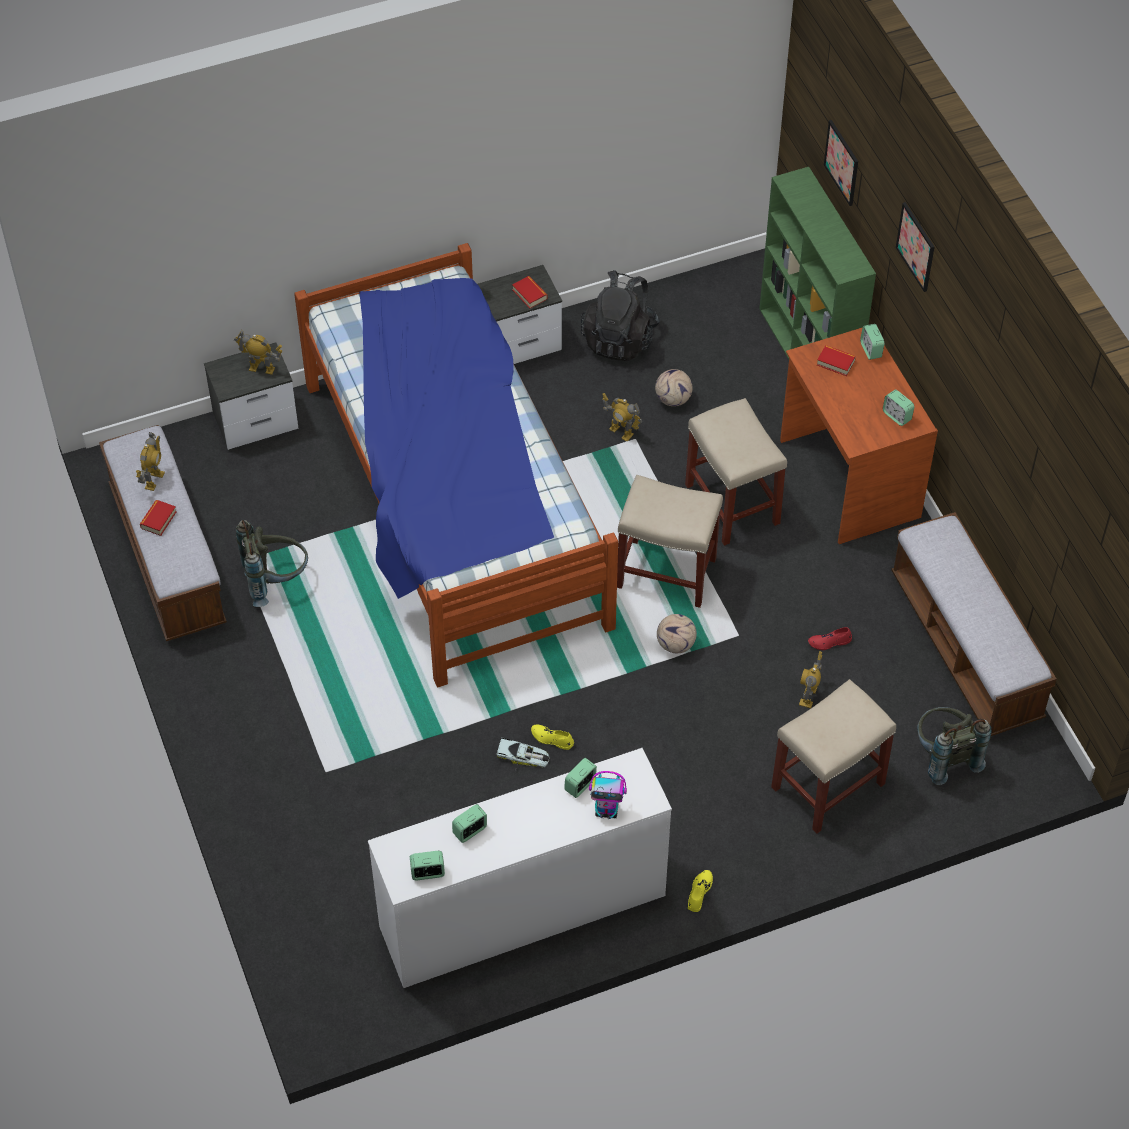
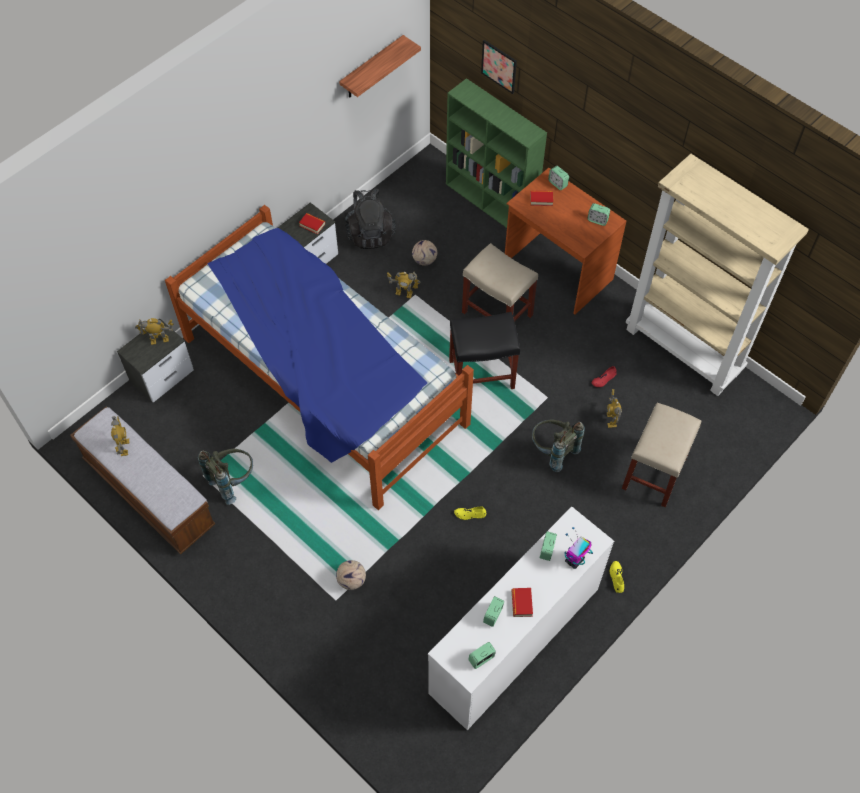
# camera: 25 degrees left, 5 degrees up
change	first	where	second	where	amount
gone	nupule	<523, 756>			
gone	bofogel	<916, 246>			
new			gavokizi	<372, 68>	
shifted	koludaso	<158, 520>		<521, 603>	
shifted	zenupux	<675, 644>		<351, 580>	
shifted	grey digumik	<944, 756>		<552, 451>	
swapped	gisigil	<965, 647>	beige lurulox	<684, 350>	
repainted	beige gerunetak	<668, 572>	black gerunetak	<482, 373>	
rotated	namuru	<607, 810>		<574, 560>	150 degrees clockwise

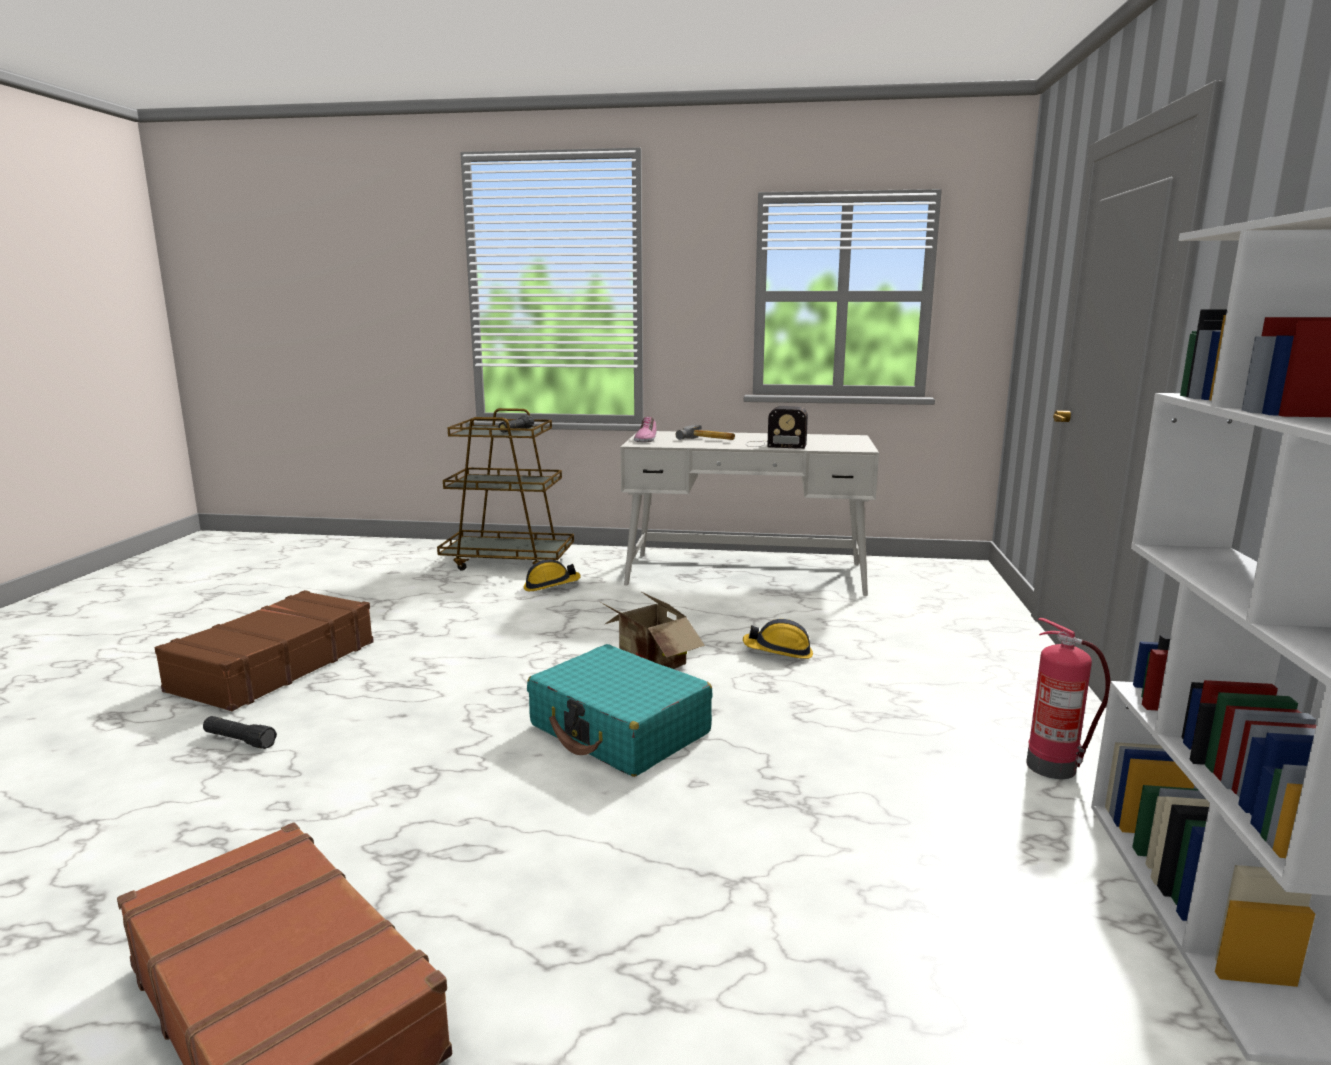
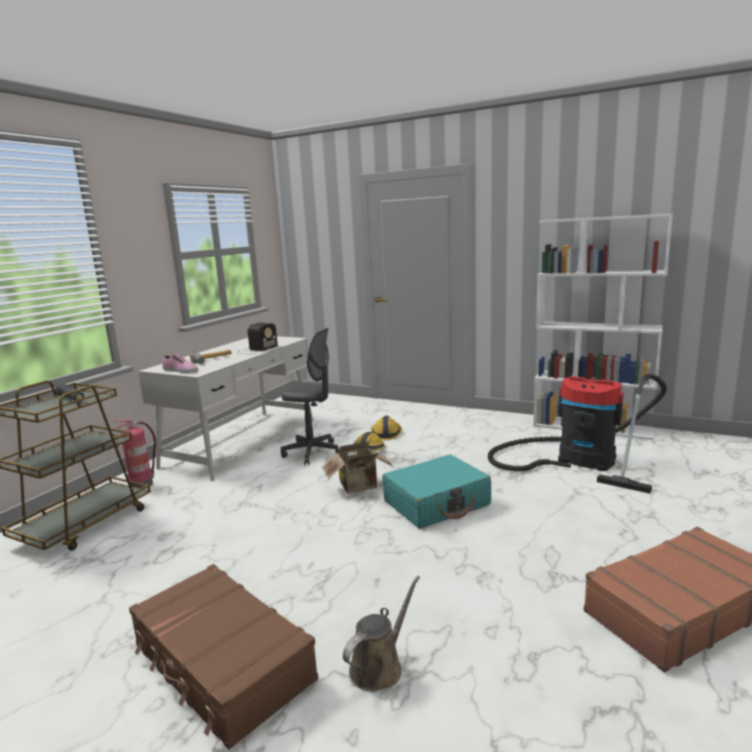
# camera: 70 degrees left, 0 degrees up
change	first	where	second	where	amount
new			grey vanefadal	<312, 452>	
new			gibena	<579, 459>	
shifted	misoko	<551, 586>		<386, 433>	
shifted	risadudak	<1054, 767>		<142, 484>	
swapped	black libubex	<239, 740>	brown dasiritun	<379, 666>	

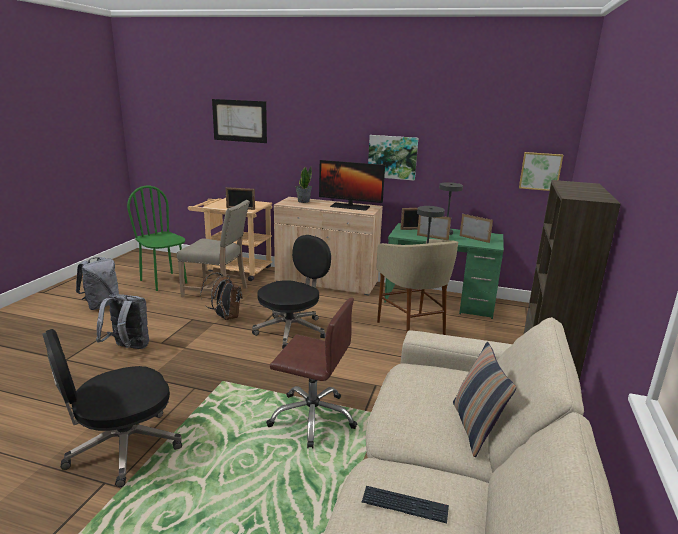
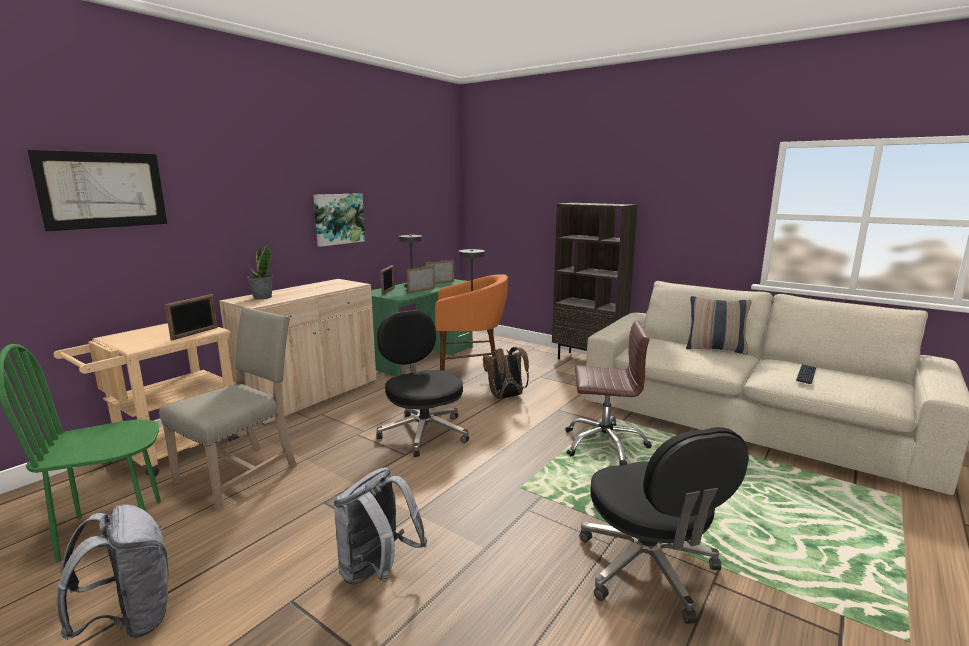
# camera: 70 degrees left, 5 degrees down
change	first	where	second	where	amount
gone	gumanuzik	<350, 206>			
gone	bofogel	<540, 171>			
shifted	brown digumik	<225, 317>		<506, 397>	
repainted	beige gerunetak	<412, 330>	orange gerunetak	<470, 378>	
rotated	brown vanefadal	<312, 417>		<604, 444>	60 degrees clockwise

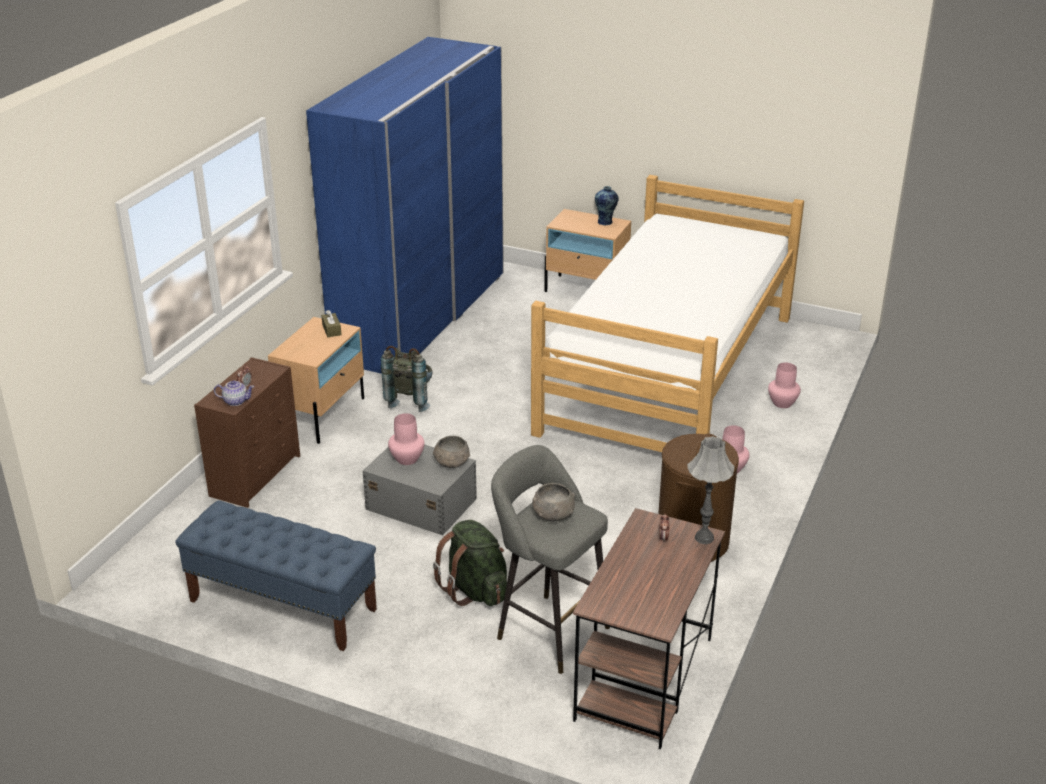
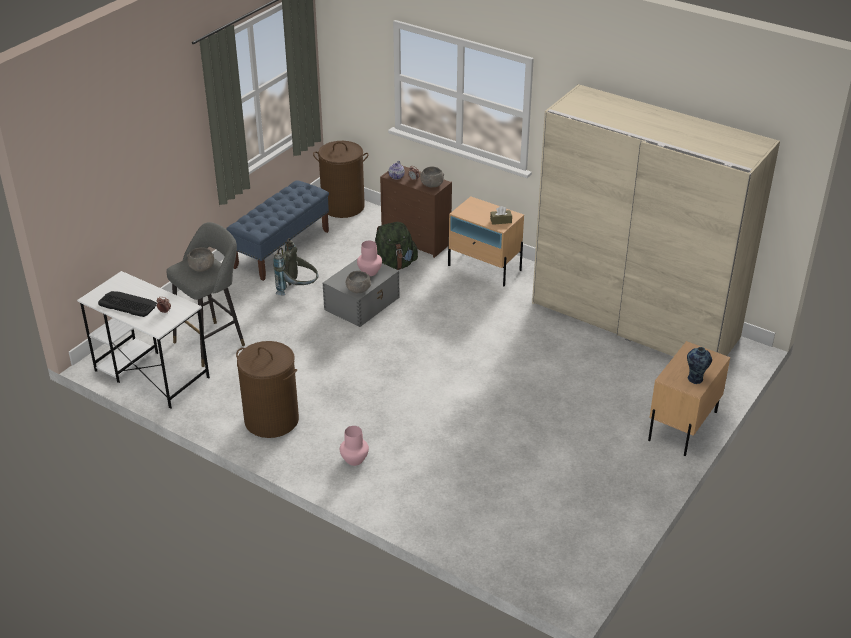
# camera: 100 degrees right, 5 degrees up
change	first	where	second	where	amount
gone	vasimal	<670, 373>			
gone	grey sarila	<704, 538>			
gone	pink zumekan	<782, 403>			
new			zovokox	<127, 304>	
new			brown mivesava	<343, 206>	
new			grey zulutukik	<432, 184>	
shifted	grey digumik	<410, 399>		<298, 290>	
shifted	green digumik	<475, 590>		<393, 266>	
repainted	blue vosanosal	<420, 316>	beige vosanosal	<634, 320>	
repainted	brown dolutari	<644, 679>	white dolutari	<151, 374>	

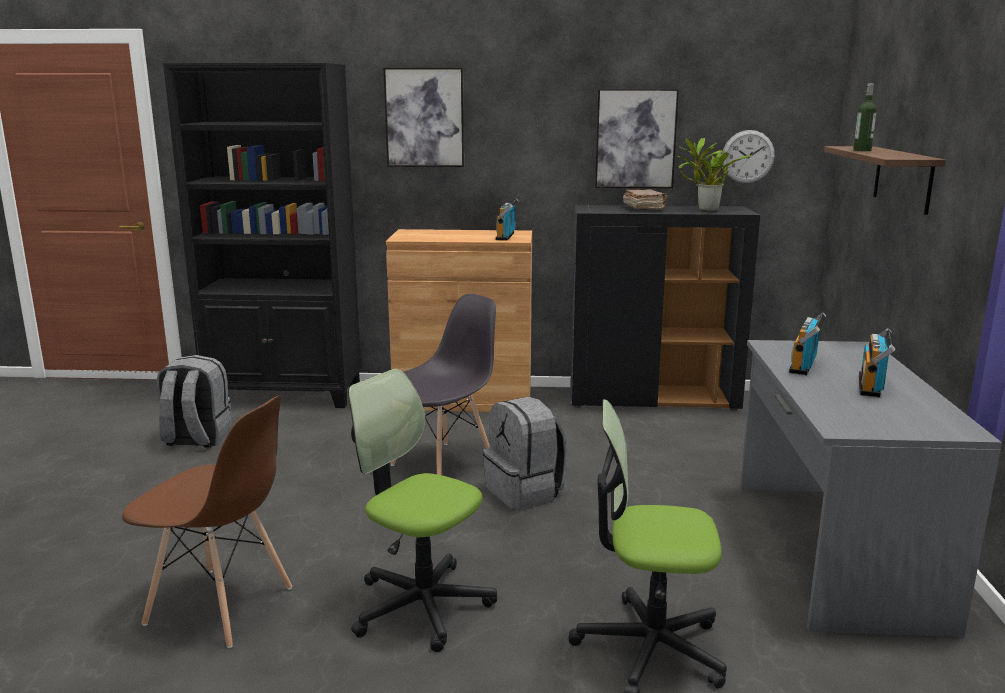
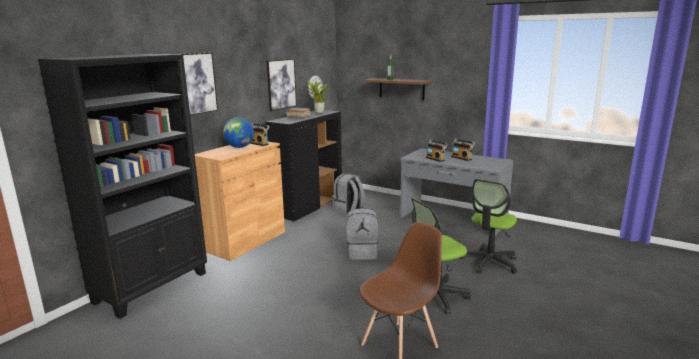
# camera: 60 degrees left, 0 degrees up
change	first	where	second	where	amount
gone	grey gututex	<444, 464>			
new			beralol	<239, 147>	
shifted	grey digumik	<197, 439>		<348, 210>	

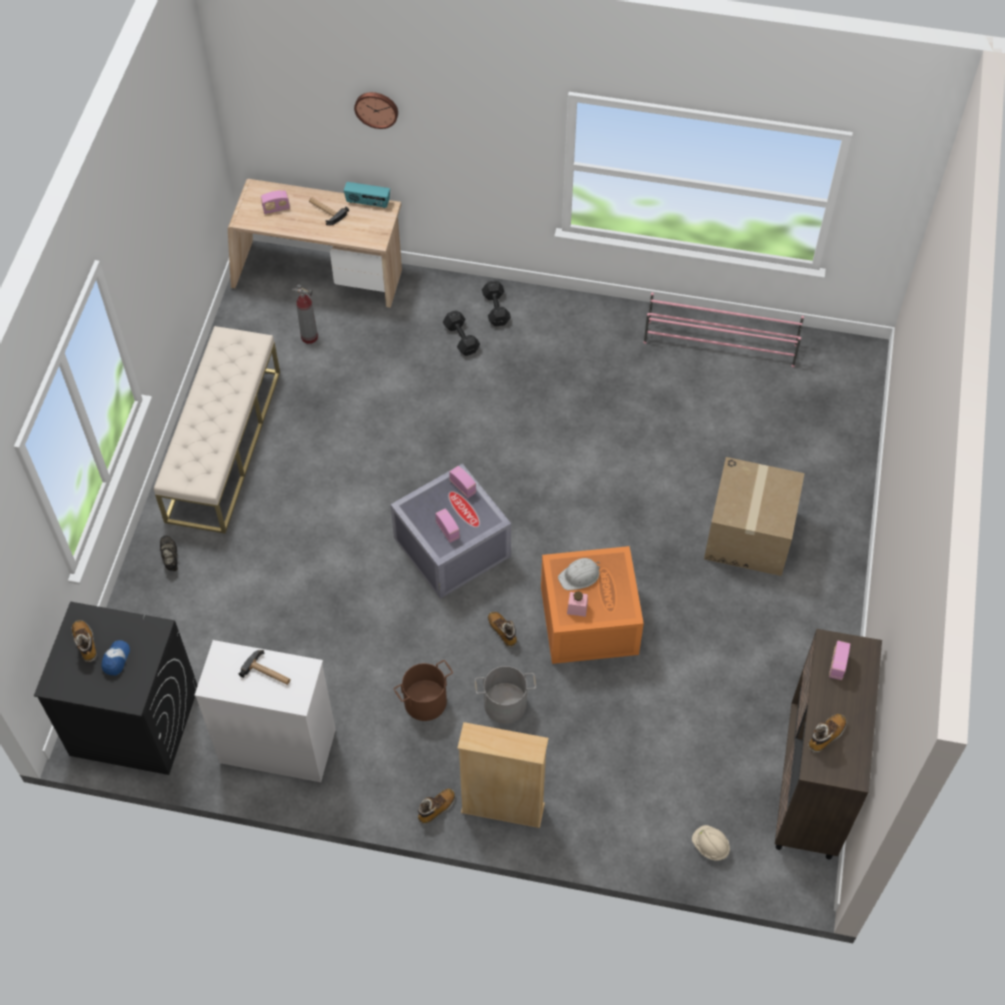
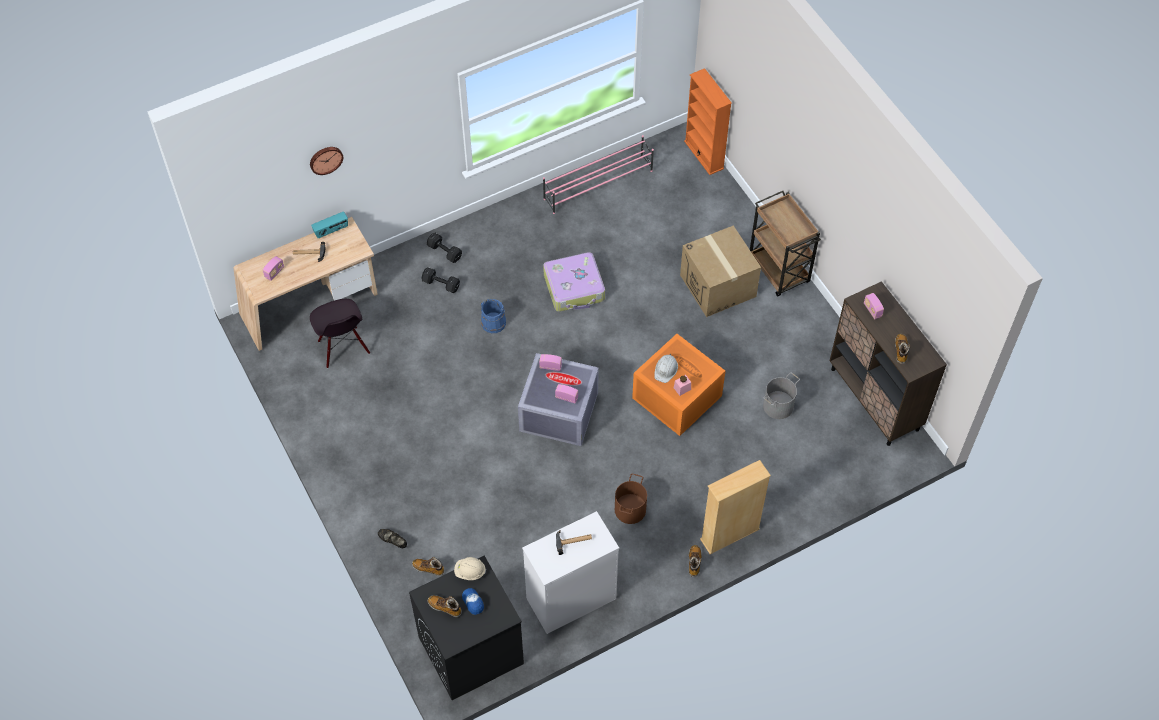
# camera: 40 degrees left, 0 degrees up
change	first	where	second	where	amount
gone	beige gisigil	<223, 445>			
new			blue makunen	<493, 323>	
new			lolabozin	<574, 288>	
new			orange lurulox	<704, 155>	
new			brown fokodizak	<779, 270>	
shifted	grey makunen	<505, 703>		<777, 405>	
shifted	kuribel	<502, 631>		<428, 568>	
shifted	beige misoko	<710, 846>		<470, 572>	
swapped	risadudak	<309, 337>	black gututex	<343, 347>	

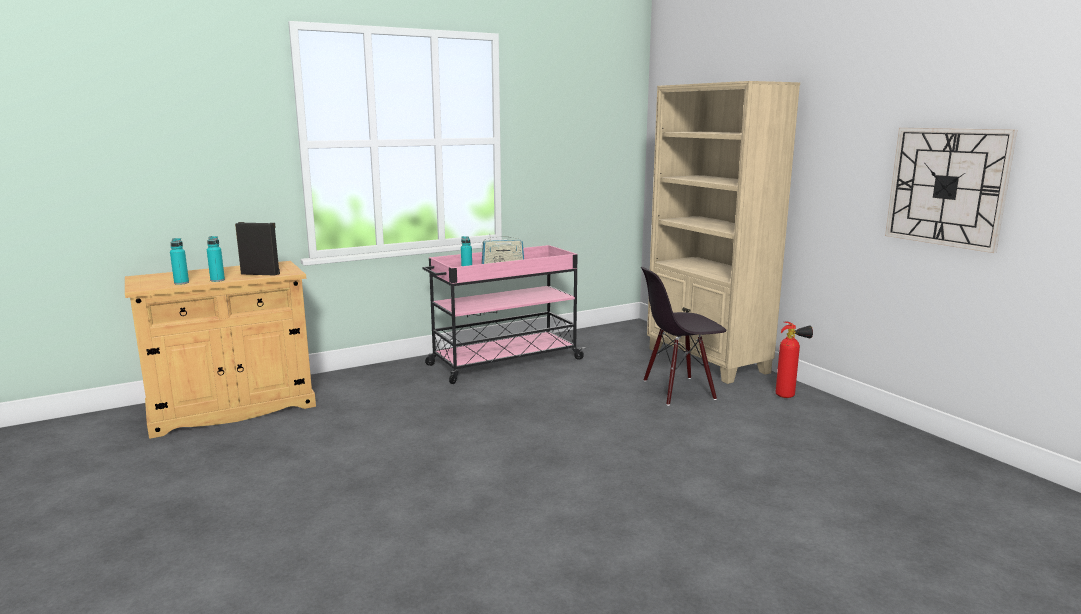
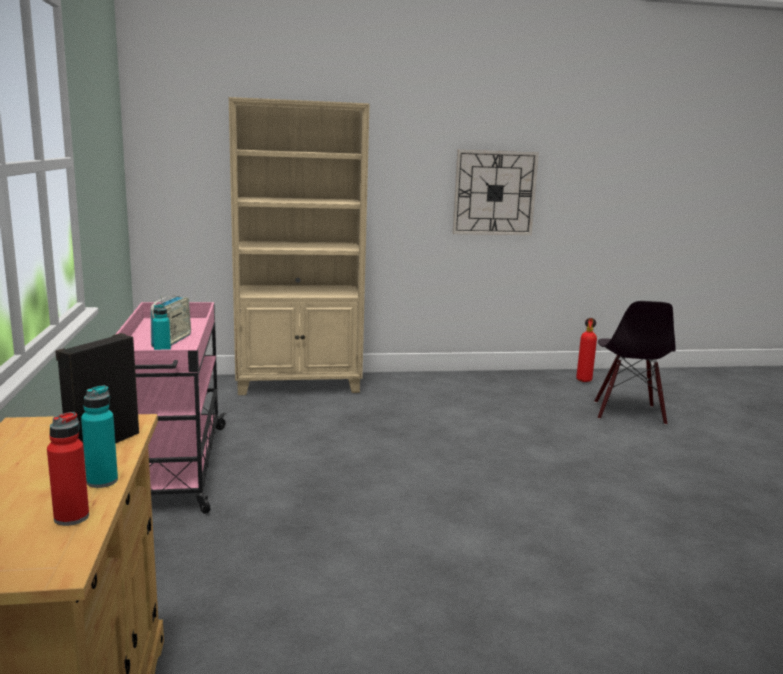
# camera: 70 degrees left, 0 degrees up
change	first	where	second	where	amount
shifted	black gututex	<678, 390>		<627, 413>	
shifted	risadudak	<789, 396>		<584, 380>	
repainted	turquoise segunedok	<181, 283>	red segunedok	<71, 517>	

